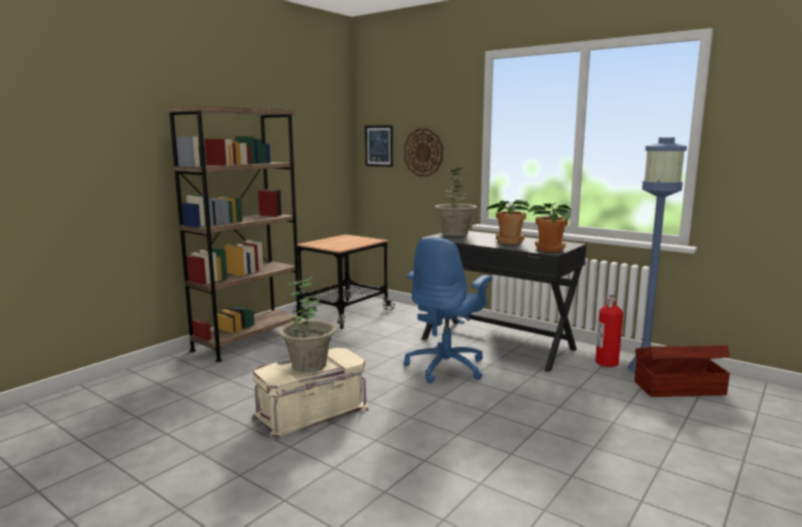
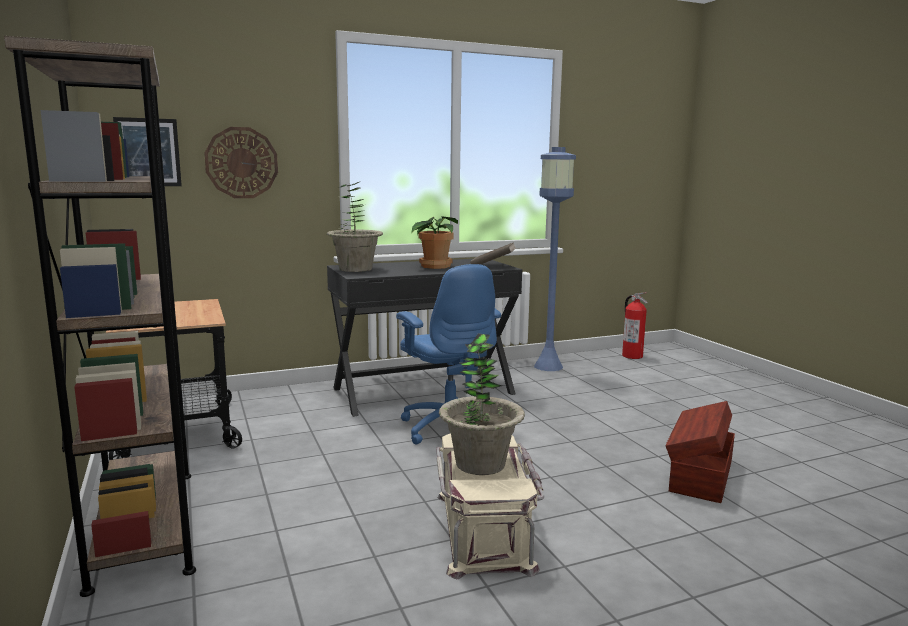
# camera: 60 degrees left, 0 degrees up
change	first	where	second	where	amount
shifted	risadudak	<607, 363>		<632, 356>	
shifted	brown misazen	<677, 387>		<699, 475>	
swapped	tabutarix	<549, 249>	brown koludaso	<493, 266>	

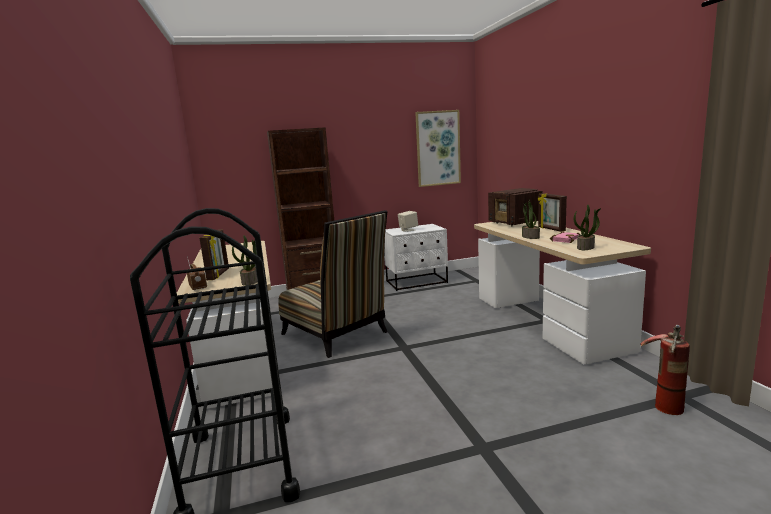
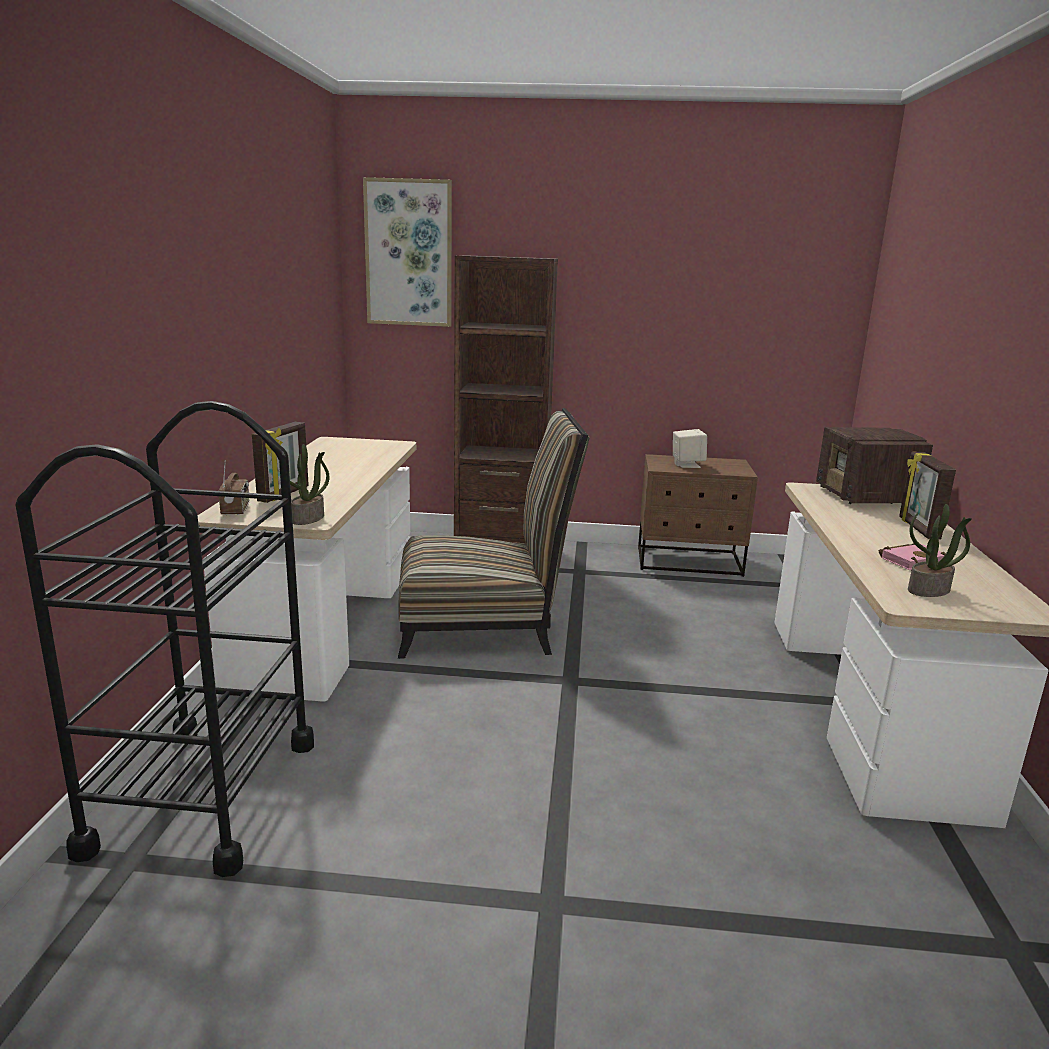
# camera: 20 degrees right, 5 degrees up
change	first	where	second	where	amount
gone	tabutarix	<530, 237>			
gone	risadudak	<664, 402>			
shifted	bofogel	<438, 148>		<409, 253>	
repainted	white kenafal	<417, 282>	brown kenafal	<689, 562>	
rotated	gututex	<337, 335>		<485, 627>	75 degrees counterclockwise

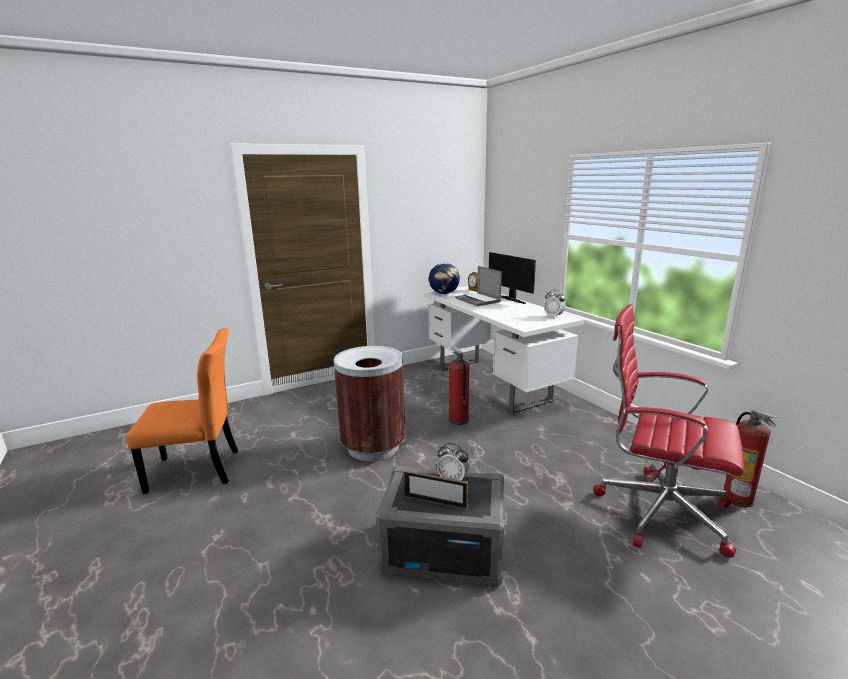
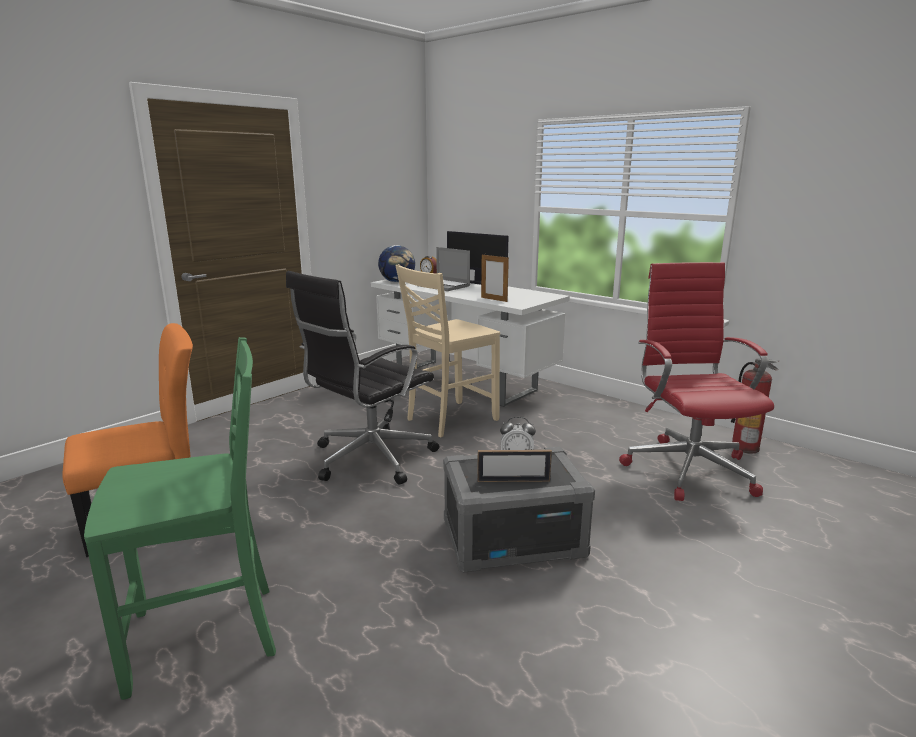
# camera: 20 degrees left, 0 degrees up
change	first	where	second	where	amount
gone	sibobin	<553, 316>			
new			green gututex	<207, 636>	
new			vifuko	<494, 299>	
swapped	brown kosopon	<373, 447>	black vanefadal	<369, 458>	
swapped	risadudak	<458, 420>	beige gututex	<449, 419>	
rotated	red vanefadal	<658, 510>		<688, 468>	75 degrees clockwise

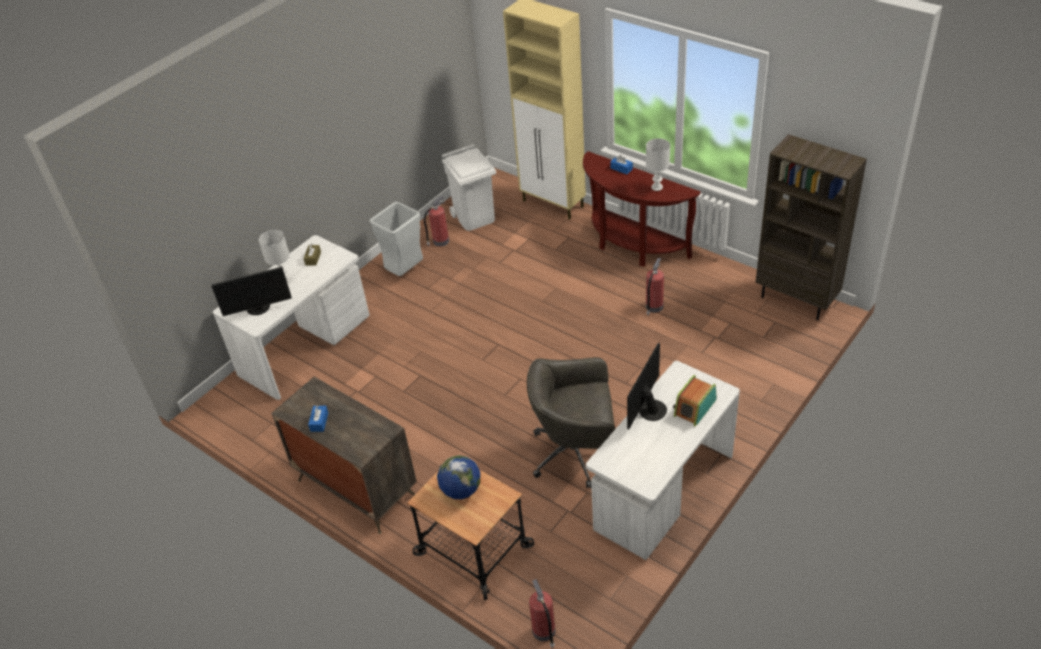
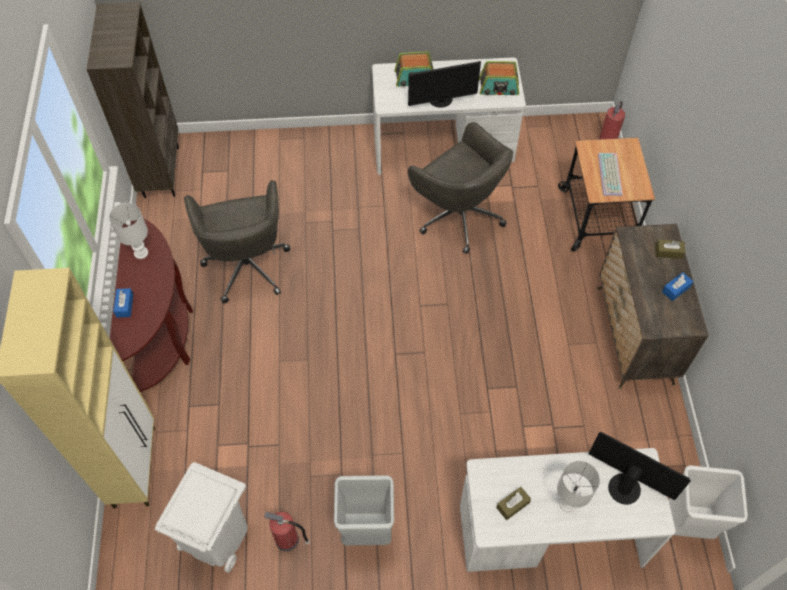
# camera: 135 degrees left, 15 degrees up
change	first	where	second	where	amount
new			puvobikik	<498, 87>	
new			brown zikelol	<668, 252>	
new			white kosopon	<686, 525>	
swapped	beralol	<461, 490>	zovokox	<611, 175>	
swapped	risadudak	<654, 307>	grey vanefadal	<247, 264>	

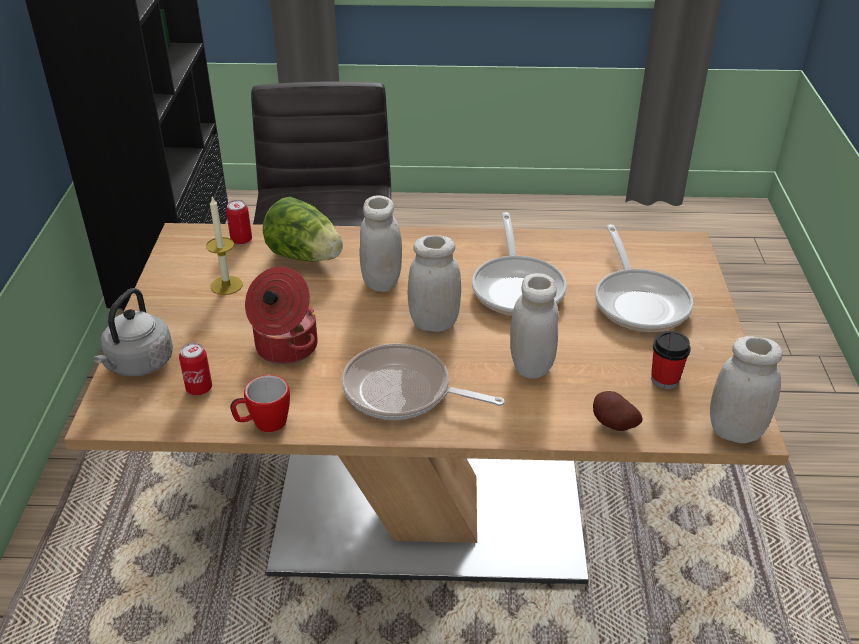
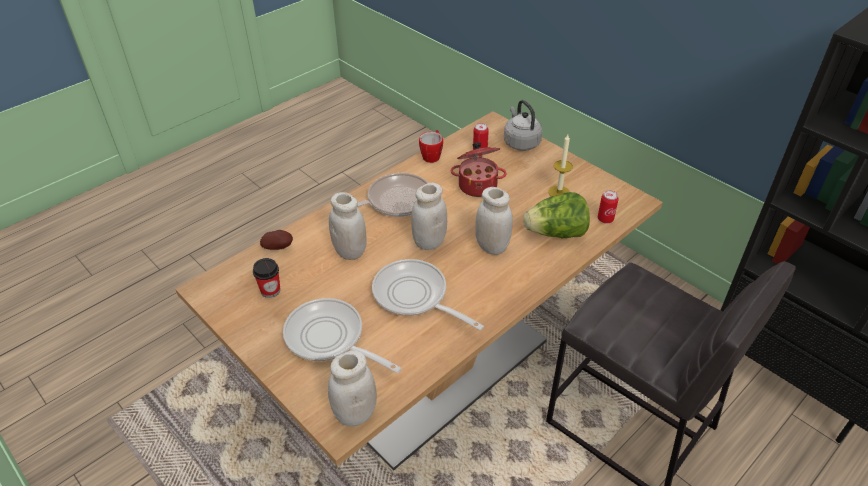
# camera: 135 degrees right, 5 degrees up
change	first	where	second	where	amount
shifted	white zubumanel	<735, 431>		<355, 413>	

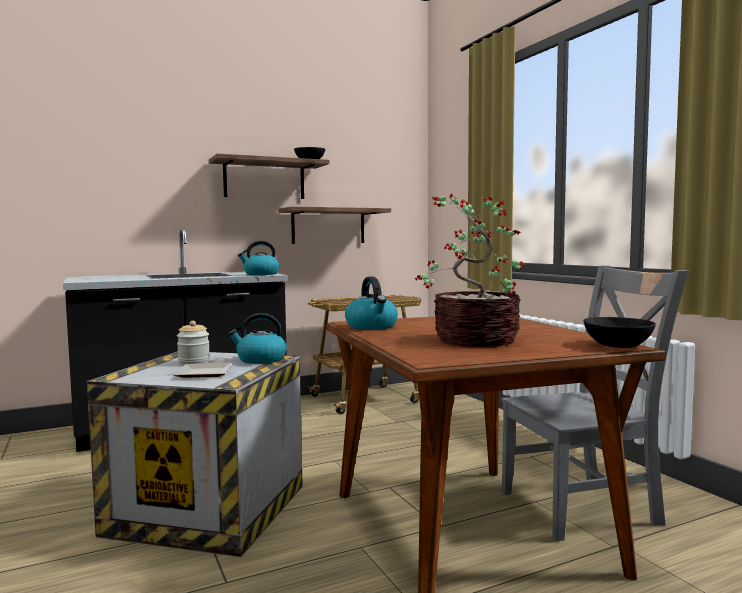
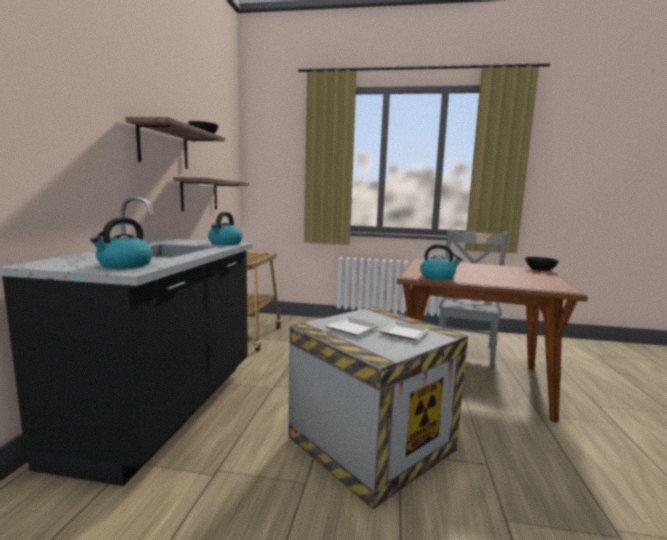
# camera: 55 degrees left, 5 degrees up
change	first	where	second	where	amount
gone	tabutarix	<473, 340>			
shifted	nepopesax	<260, 360>		<124, 265>	
swapped	zubumanel	<194, 362>	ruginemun	<354, 329>	

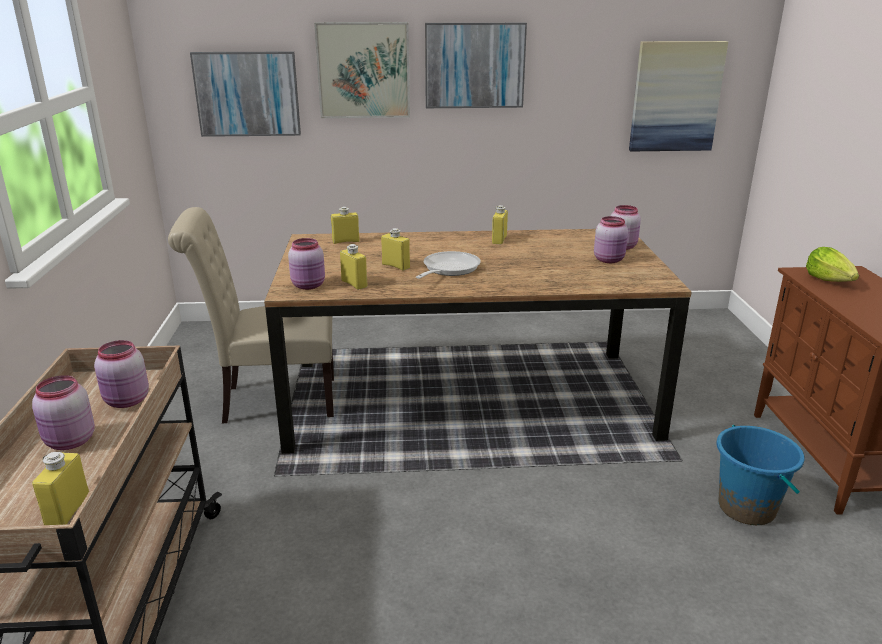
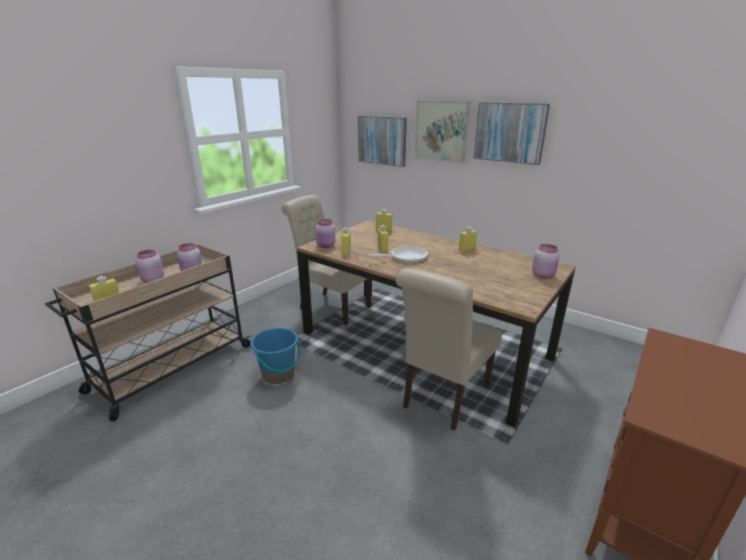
# camera: 40 degrees right, 0 degrees up
change	first	where	second	where	amount
gone	pink zubumanel	<609, 260>			
gone	bofogel	<675, 97>			
gone	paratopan	<829, 280>			
new			beige gututex	<443, 398>	
shifted	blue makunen	<747, 508>		<278, 374>	

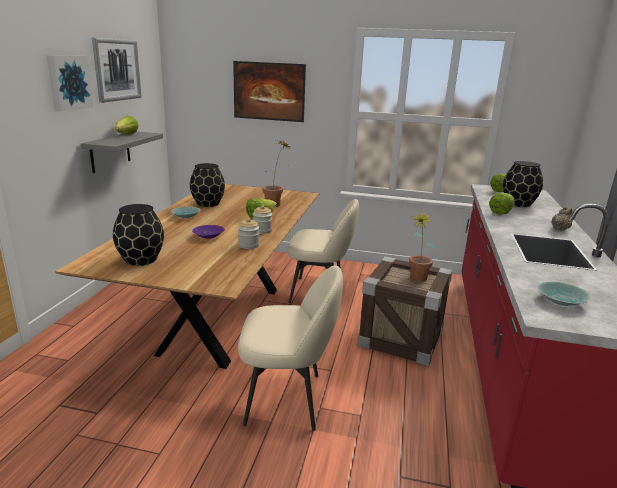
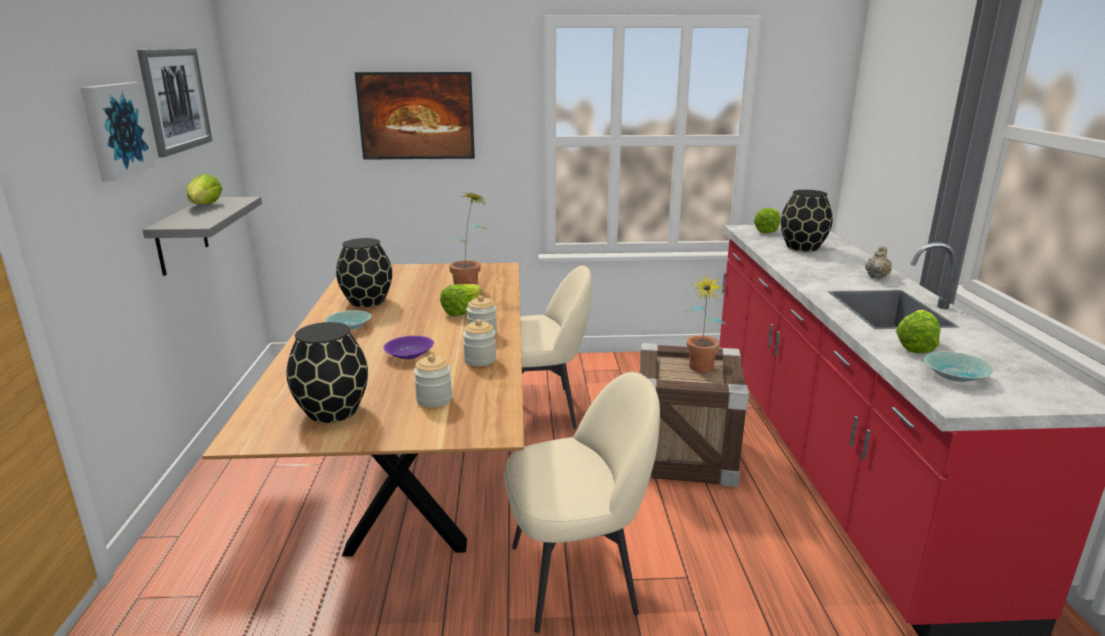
# camera: 15 degrees left, 0 degrees up
change	first	where	second	where	amount
new			zubumanel	<434, 399>	
shifted	paratopan	<501, 212>		<915, 346>	

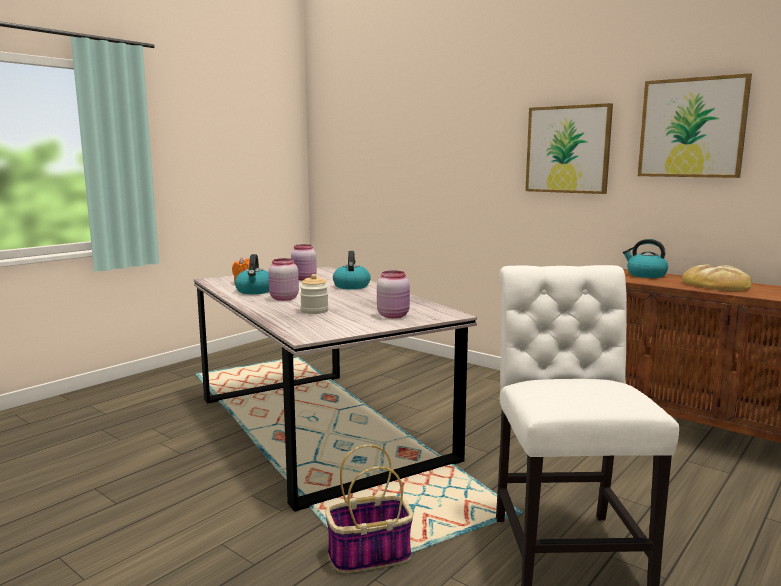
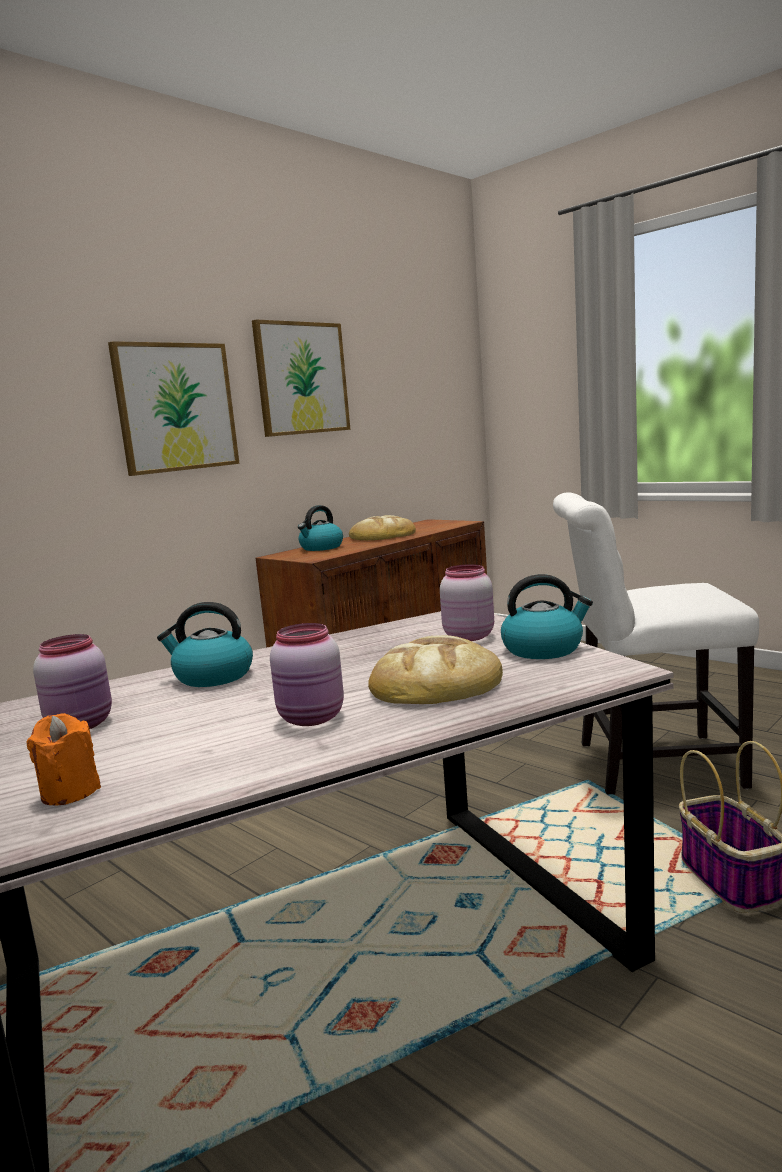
# camera: 85 degrees left, 0 degrees up
change	first	where	second	where	amount
shifted	nepopesax	<255, 291>		<544, 649>	
swapped	zubumanel	<314, 311>	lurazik	<436, 682>	

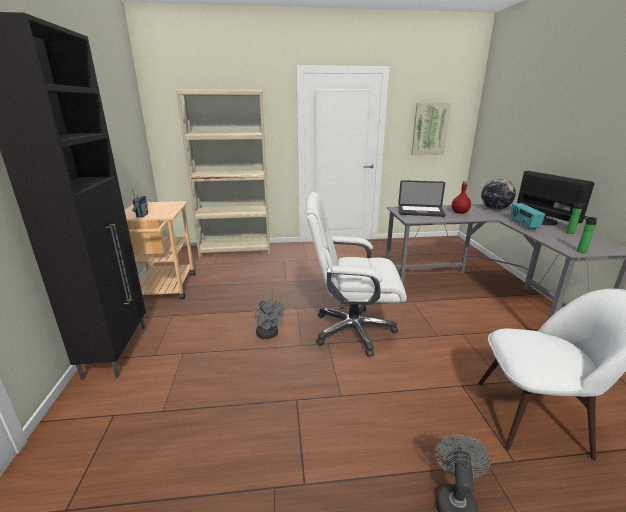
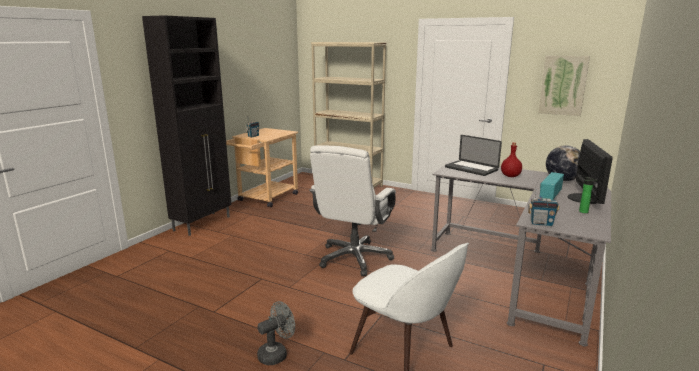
# camera: 35 degrees right, 5 degrees down
change	first	where	second	where	amount
gone	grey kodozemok	<268, 335>			
swapped	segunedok	<580, 251>	puvobikik	<541, 223>	
rotated	white vanefadal	<352, 330>		<354, 258>	105 degrees counterclockwise

